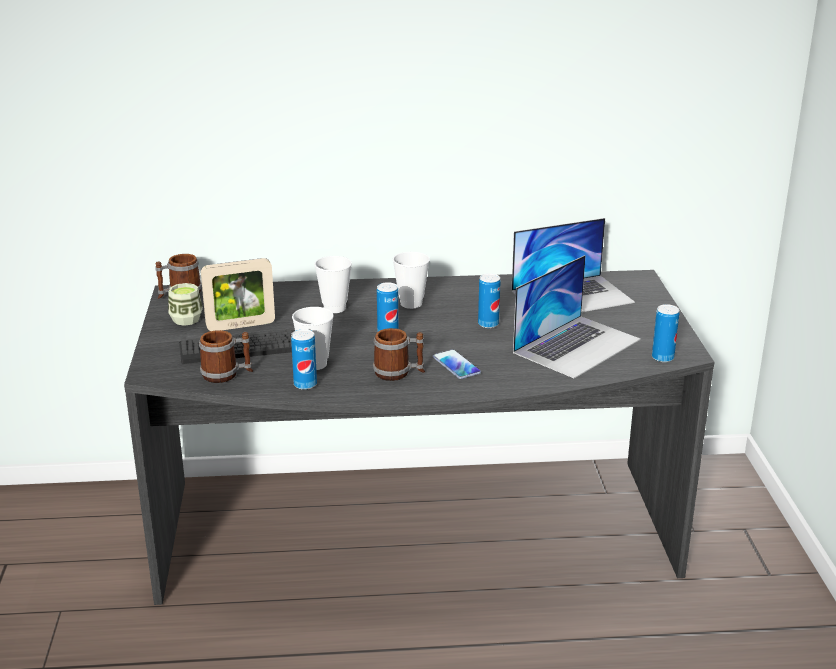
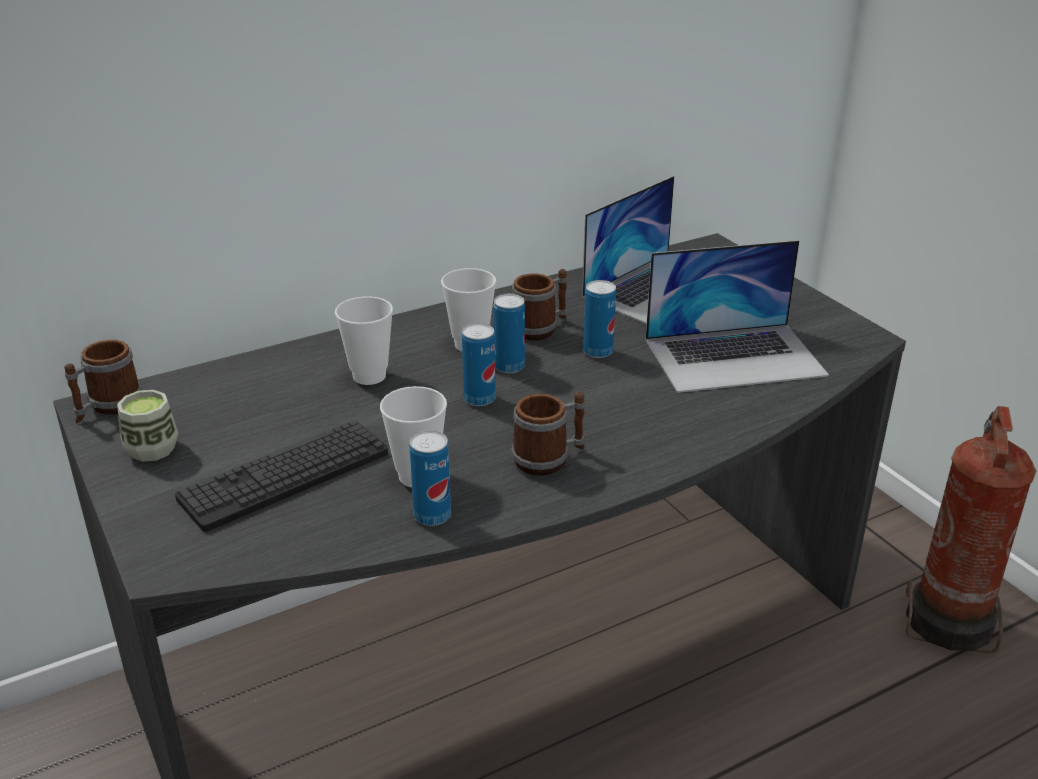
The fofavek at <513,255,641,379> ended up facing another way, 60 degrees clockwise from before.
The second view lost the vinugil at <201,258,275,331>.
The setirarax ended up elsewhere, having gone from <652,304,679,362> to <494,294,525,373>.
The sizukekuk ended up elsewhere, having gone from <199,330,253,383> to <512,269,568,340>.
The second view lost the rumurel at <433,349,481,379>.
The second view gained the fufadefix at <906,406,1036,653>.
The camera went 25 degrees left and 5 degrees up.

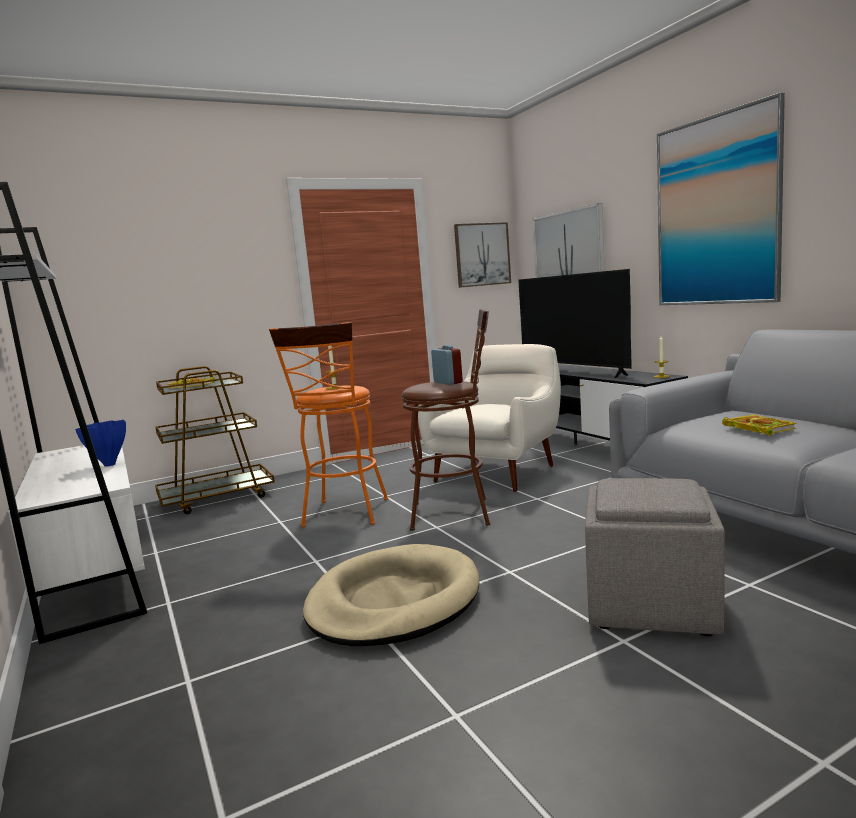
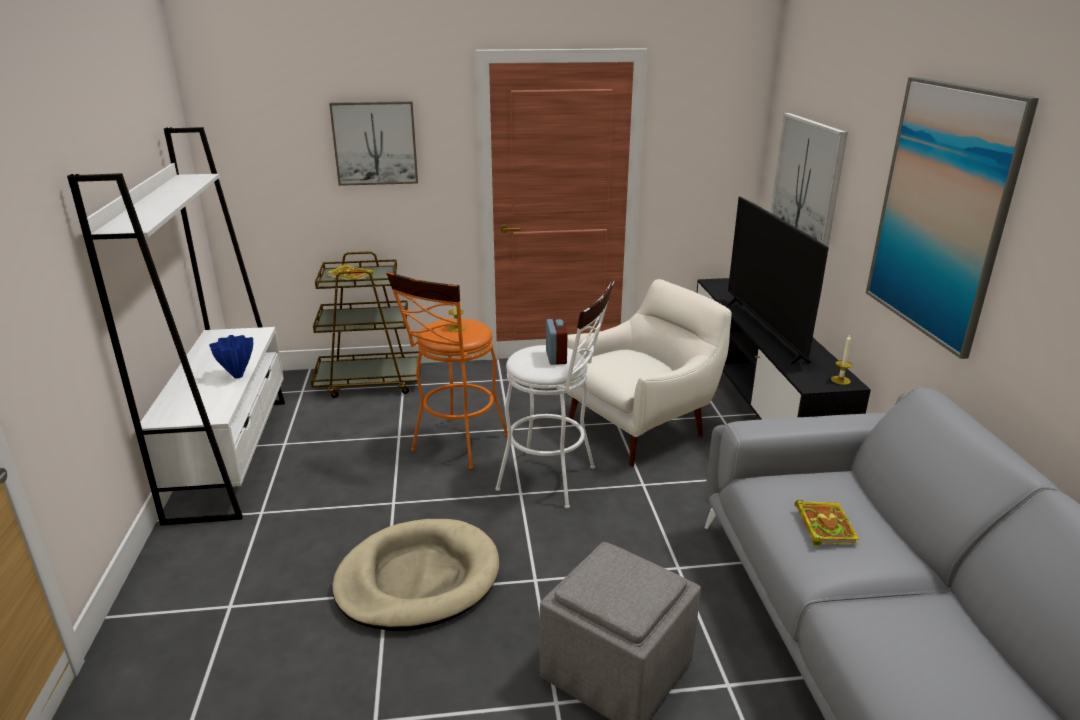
The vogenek ended up elsewhere, having gone from <454,222,511,288> to <329,101,418,186>.
What was the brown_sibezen at <402,308,490,531> turned into the white_sibezen at <495,281,614,509>.
The camera went 20 degrees right and 15 degrees up.

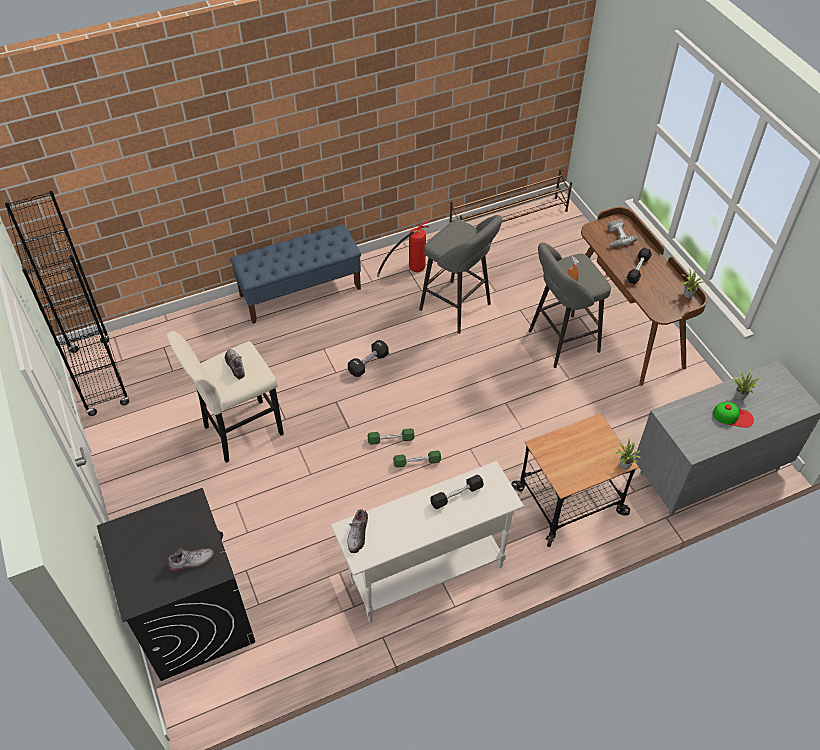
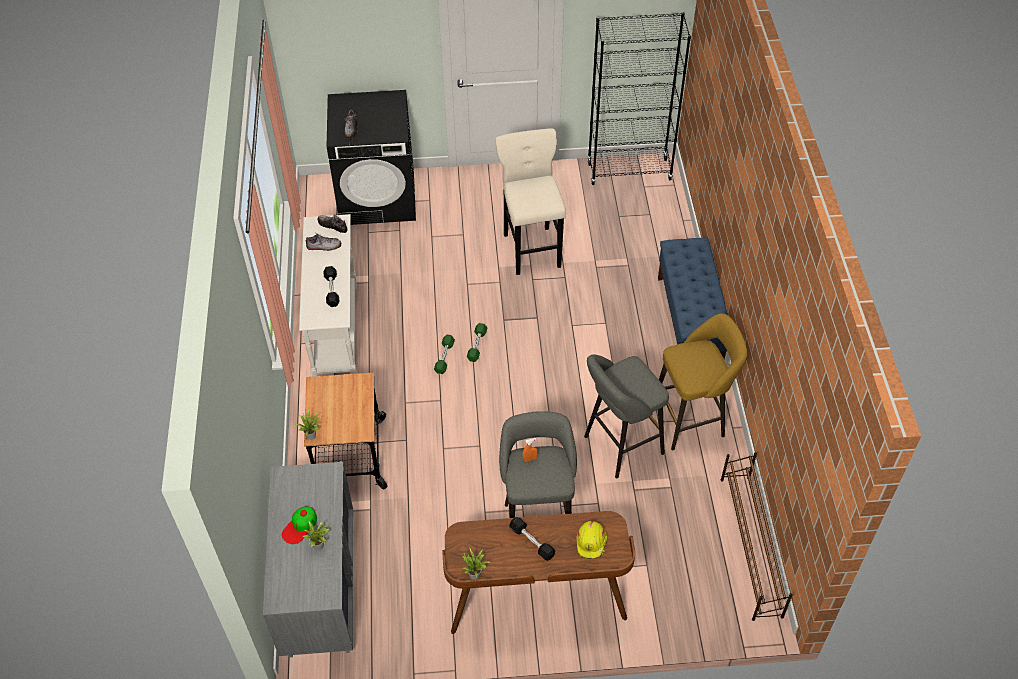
Where the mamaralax stood at <607,219,637,247>, the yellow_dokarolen came to stand at <576,521,607,559>.
Where the fufadefix stood at <377,220,430,277>, the yellow_sibezen came to stand at <659,313,748,451>.
The second view lost the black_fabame at <348,340,389,377>.
The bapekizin ended up elsewhere, having gone from <225,349,245,380> to <306,234,341,251>.
The camera went 110 degrees right and 0 degrees up.

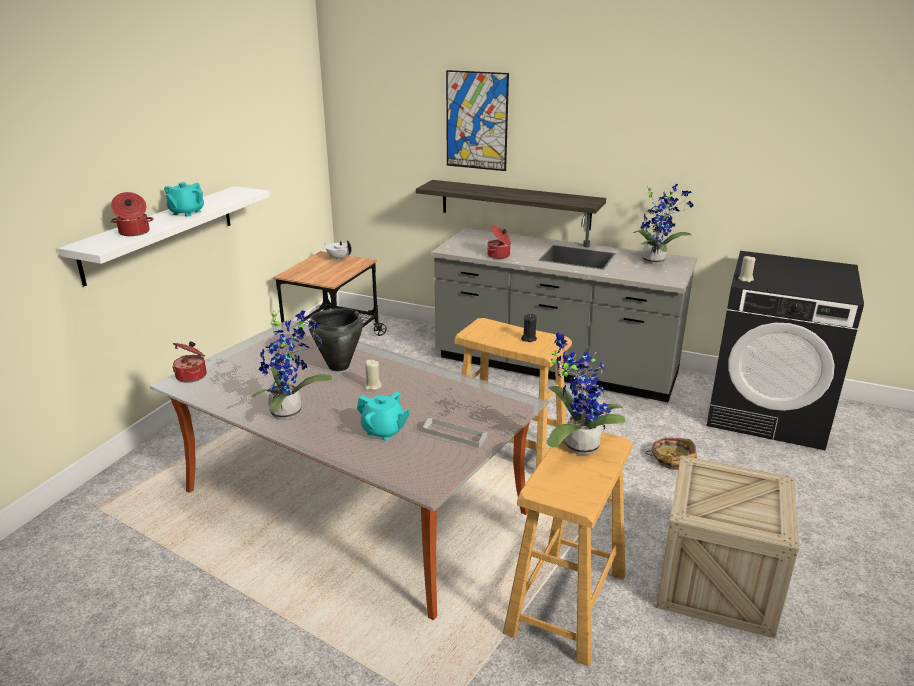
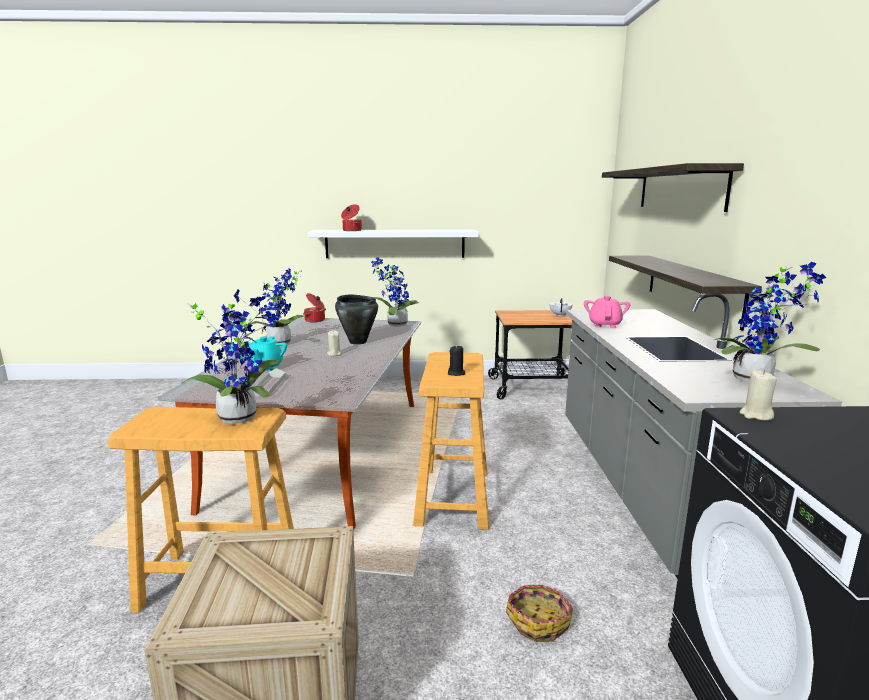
Where the vogenek hung at <446,70,509,171>, the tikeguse came to hang at <602,163,744,212>.
The second view lost the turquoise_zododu at <164,182,204,217>.
Where the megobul stood at <487,225,511,259>, the pink_zododu came to stand at <584,296,631,328>.
The second view gained the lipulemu at <371,257,419,326>.
The camera went 65 degrees right and 10 degrees down.

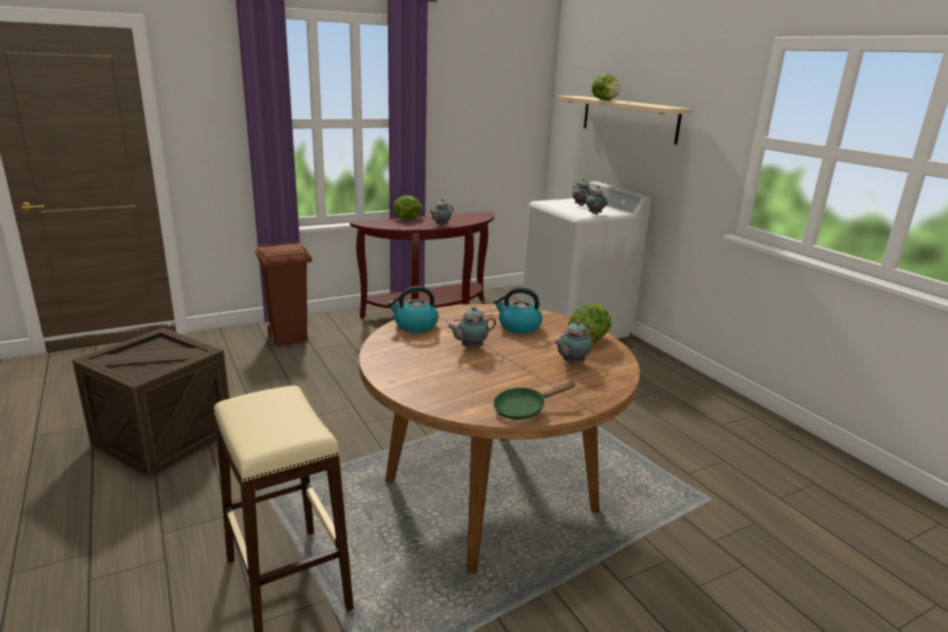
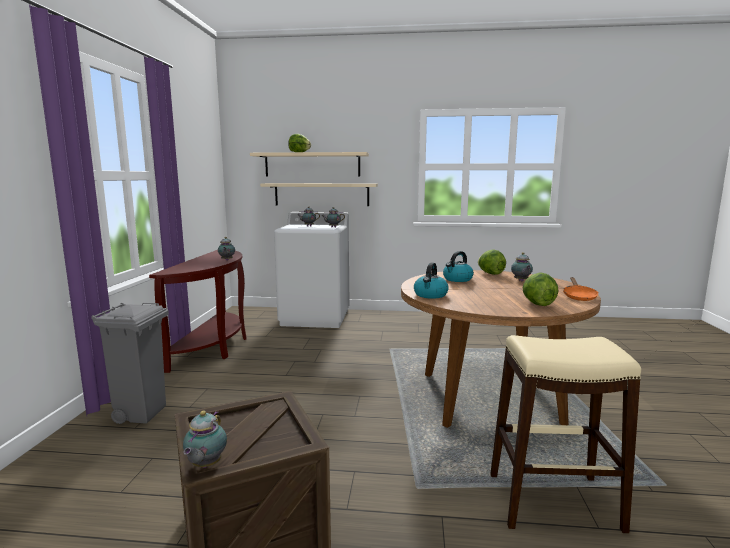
The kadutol ended up elsewhere, having gone from <393,195,422,219> to <523,273,559,306>.
What was the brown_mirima at <255,241,312,345> turned into the grey_mirima at <91,303,169,424>.
The zododu ended up elsewhere, having gone from <447,306,496,349> to <183,411,227,468>.
What was the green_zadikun at <493,382,575,420> turned into the orange_zadikun at <563,277,598,301>.
The second view gained the beige_tikeguse at <260,183,378,206>.
The camera went 55 degrees left and 10 degrees down.

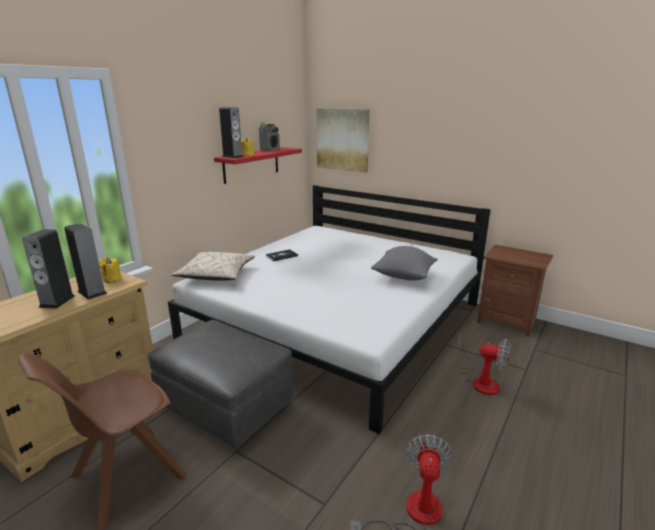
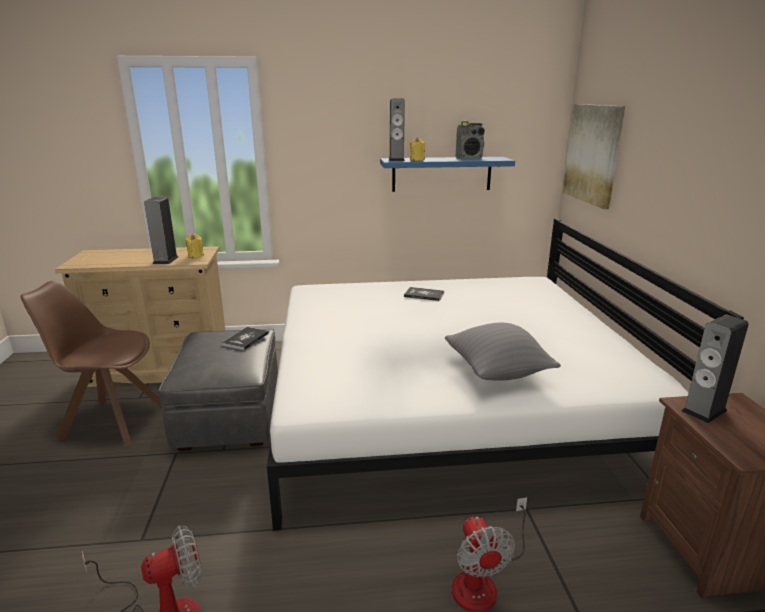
What was the red_tikeguse at <214,147,302,184> turned into the blue_tikeguse at <380,157,515,192>.
The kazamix ended up elsewhere, having gone from <22,229,75,309> to <681,315,749,424>.
The second view lost the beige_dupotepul at <171,252,255,281>.
The second view gained the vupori at <222,327,269,350>.
The camera went 50 degrees right and 0 degrees up.

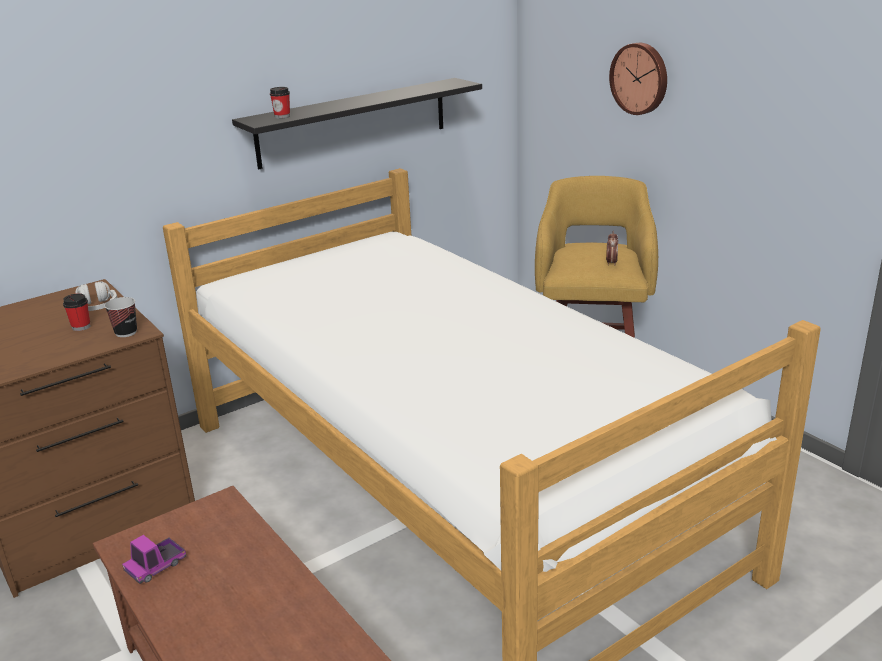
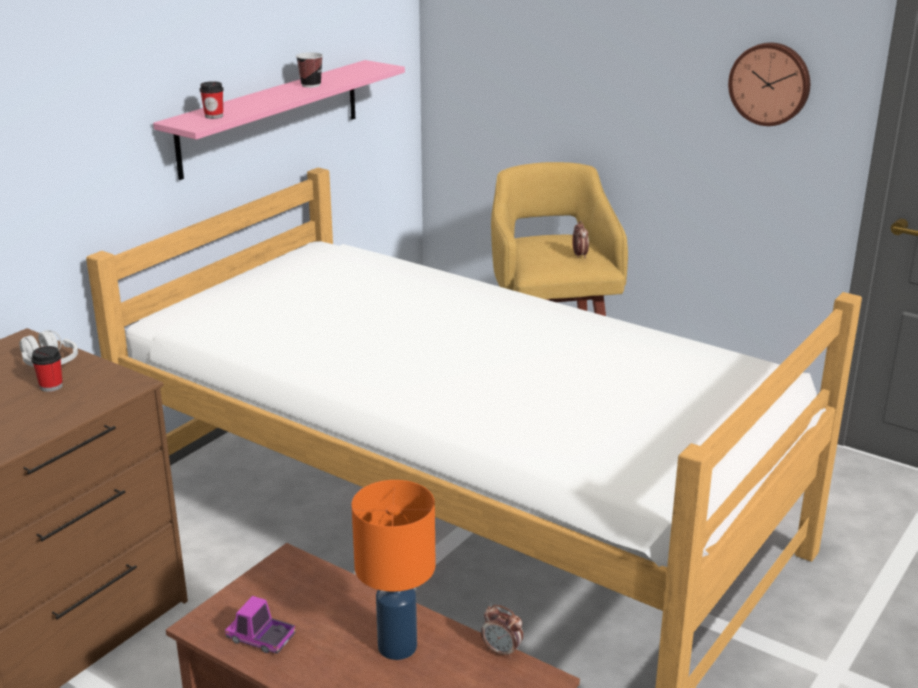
The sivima ended up elsewhere, having gone from <609,43,667,115> to <728,42,810,126>.
What was the black_tikeguse at <232,78,482,169> turned into the pink_tikeguse at <153,60,405,180>.
The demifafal ended up elsewhere, having gone from <104,297,137,337> to <296,52,323,88>.
The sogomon at <122,535,186,584> ended up facing another way, 90 degrees clockwise from before.
The second view gained the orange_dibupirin at <352,480,435,660>.
The second view gained the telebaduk at <481,605,523,659>.
The camera went 20 degrees left and 0 degrees up.

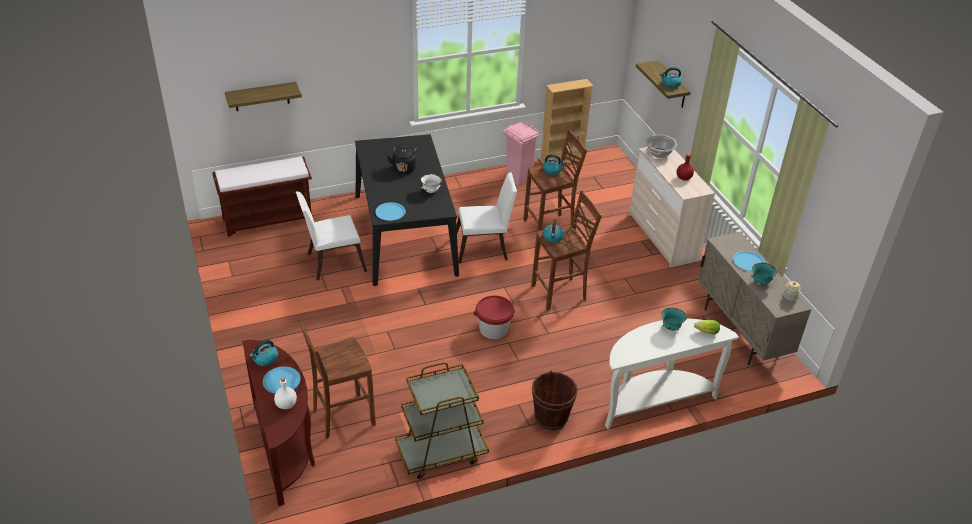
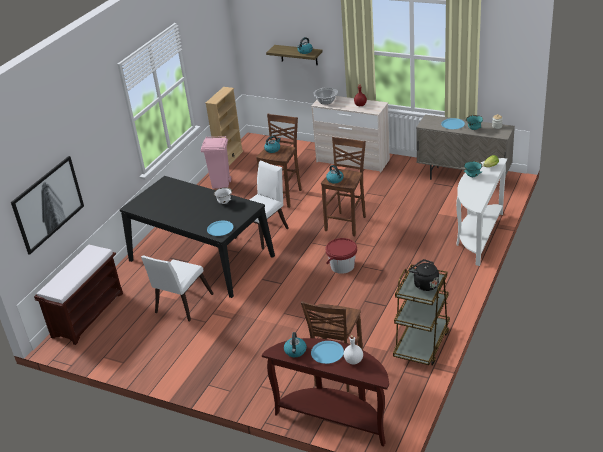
Where the tikeguse hung at <225,82,302,111>, the vogenek came to hang at <11,156,84,255>.
The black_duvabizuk ended up elsewhere, having gone from <387,146,416,174> to <409,259,439,291>.
The second view lost the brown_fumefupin at <532,371,578,430>.
The camera went 40 degrees left and 5 degrees down.

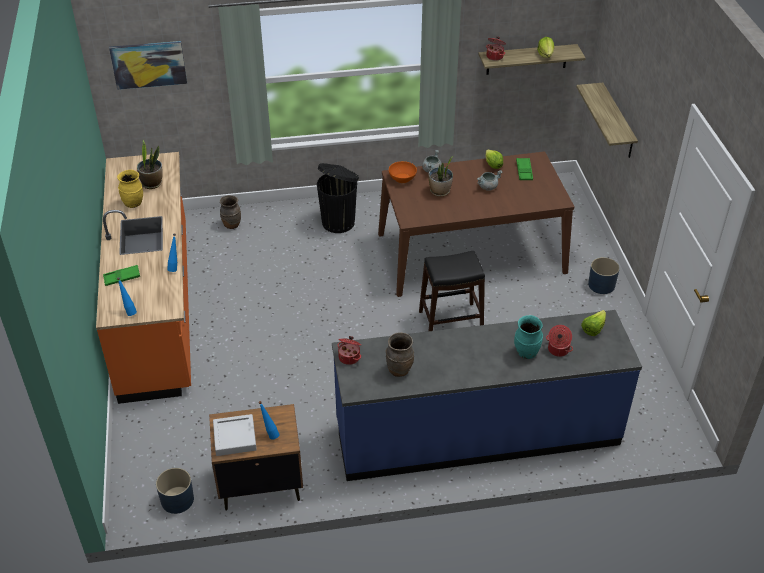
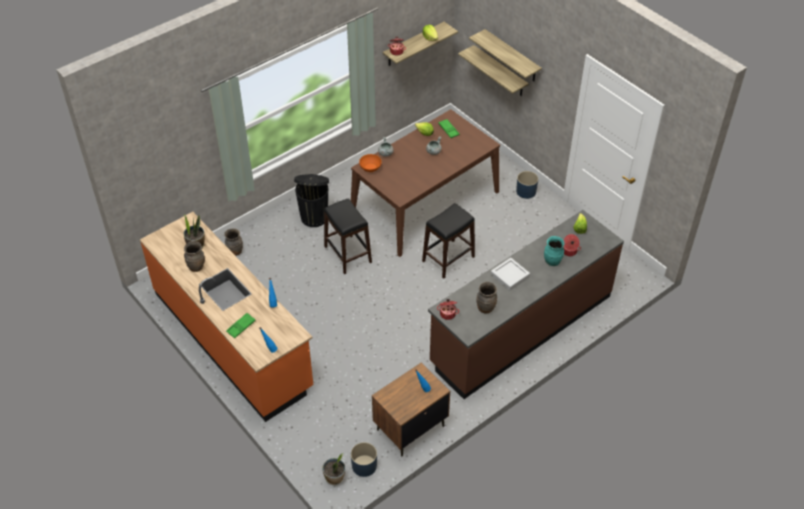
The second view lost the vogenek at <109,41,187,90>.
The lipulemu ended up elsewhere, having gone from <428,156,453,197> to <322,453,345,485>.
What was the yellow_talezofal at <117,170,143,208> turned into the brown_talezofal at <184,241,205,272>.
What was the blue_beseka at <332,310,642,481> turned into the brown_beseka at <428,210,624,399>.
The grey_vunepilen ended up elsewhere, having gone from <213,414,257,456> to <491,258,530,291>.
The second view gained the tikeguse at <469,29,542,81>.
The second view gained the black_sibezen at <324,198,372,274>.
The camera went 30 degrees left and 5 degrees up.

